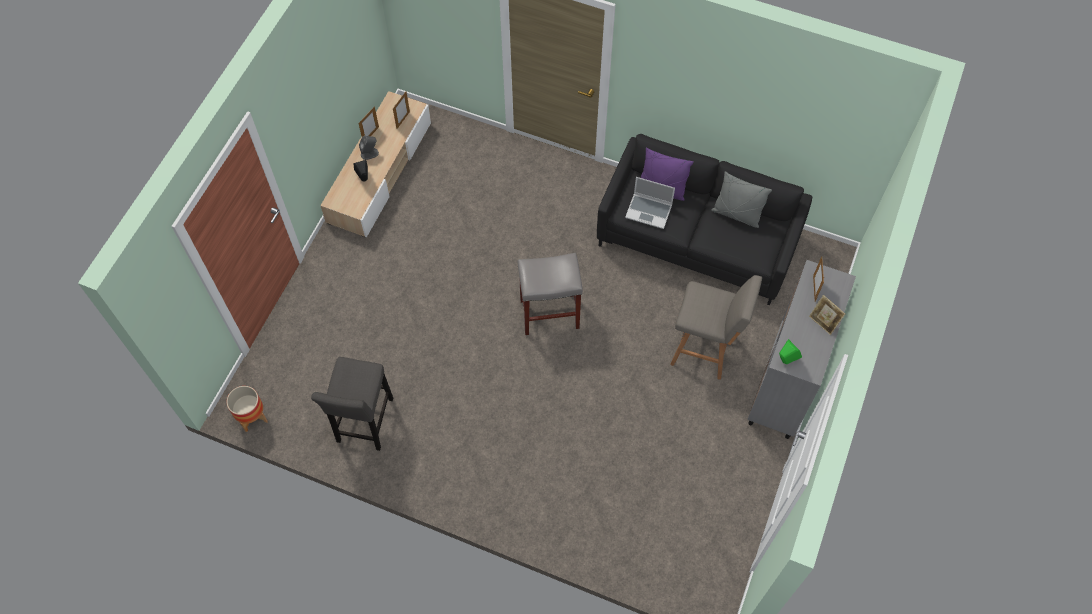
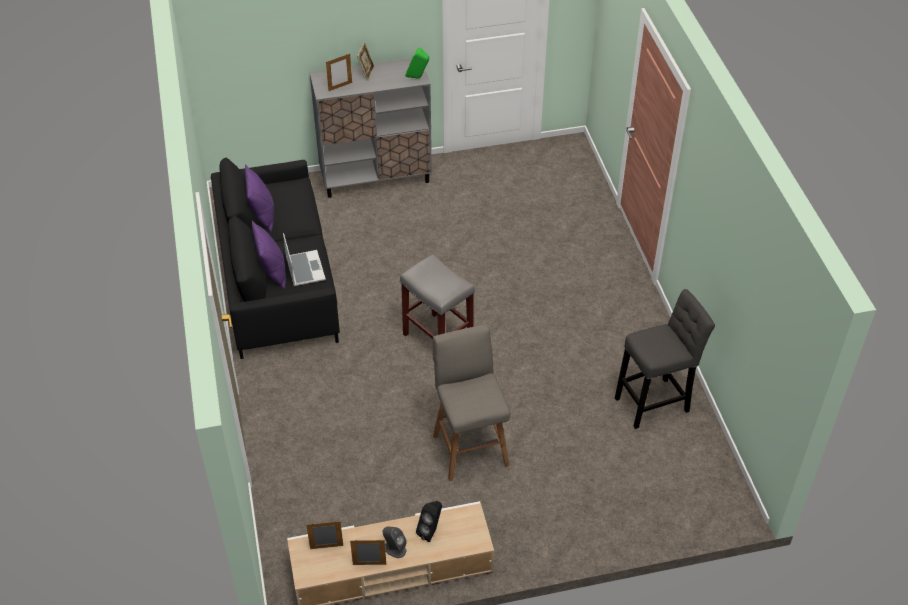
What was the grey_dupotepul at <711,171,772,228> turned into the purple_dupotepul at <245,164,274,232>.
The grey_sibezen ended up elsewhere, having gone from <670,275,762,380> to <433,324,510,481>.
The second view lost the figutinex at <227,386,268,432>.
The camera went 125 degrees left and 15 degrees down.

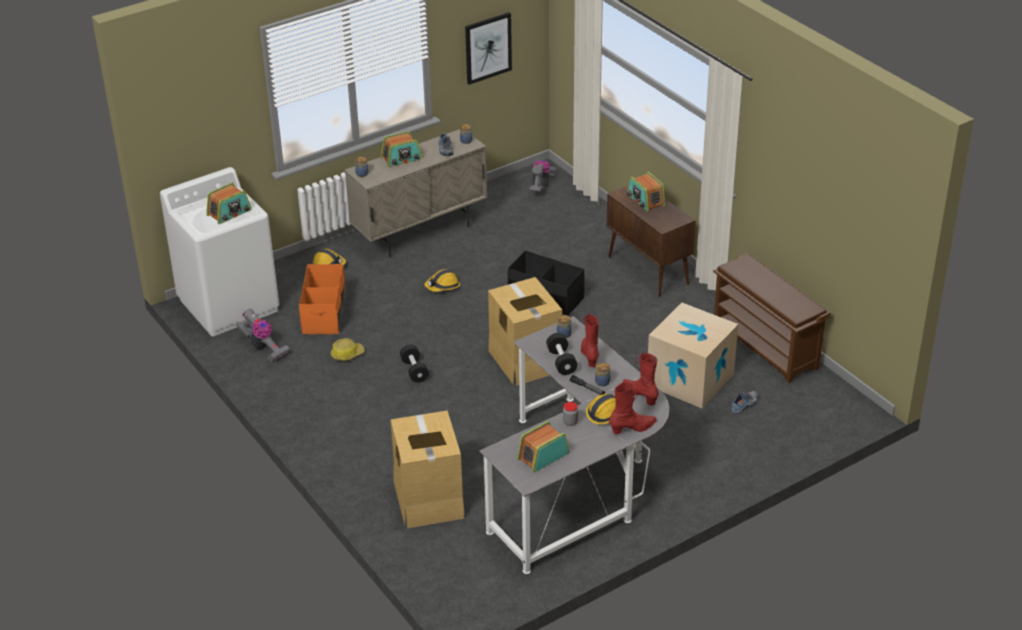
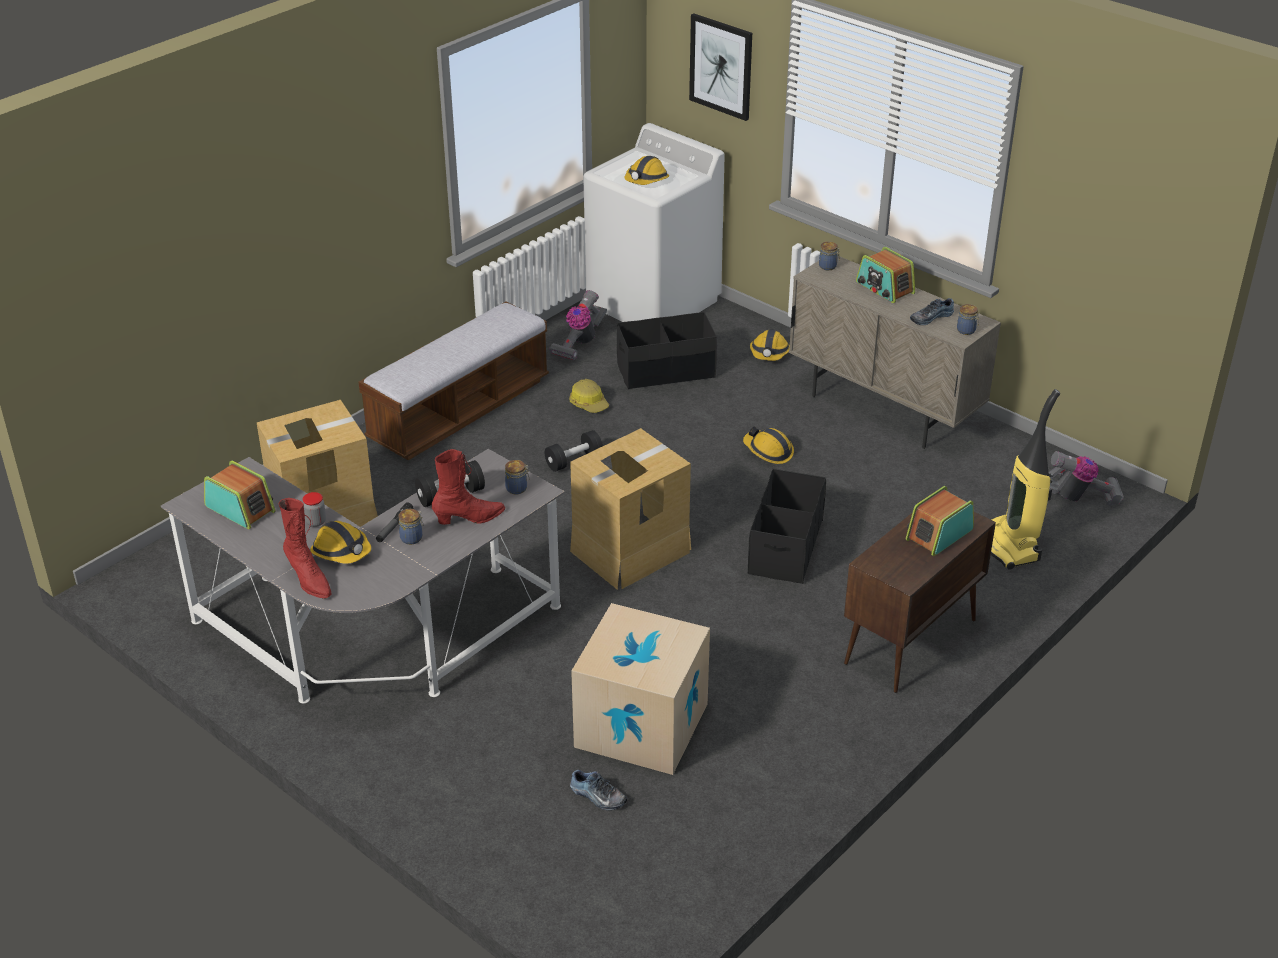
The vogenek ended up elsewhere, having gone from <465,12,512,85> to <689,14,752,121>.
Where the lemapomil stood at <206,183,252,224>, the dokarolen came to stand at <625,156,669,185>.
The second view lost the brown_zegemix at <713,253,831,383>.
What was the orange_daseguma at <299,264,346,334> turned into the black_daseguma at <617,312,717,389>.
The second view lost the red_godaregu at <623,353,659,405>.
The second view gained the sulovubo at <358,301,549,460>.
The second view gained the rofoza at <991,389,1060,570>.
The camera went 75 degrees right and 0 degrees up.

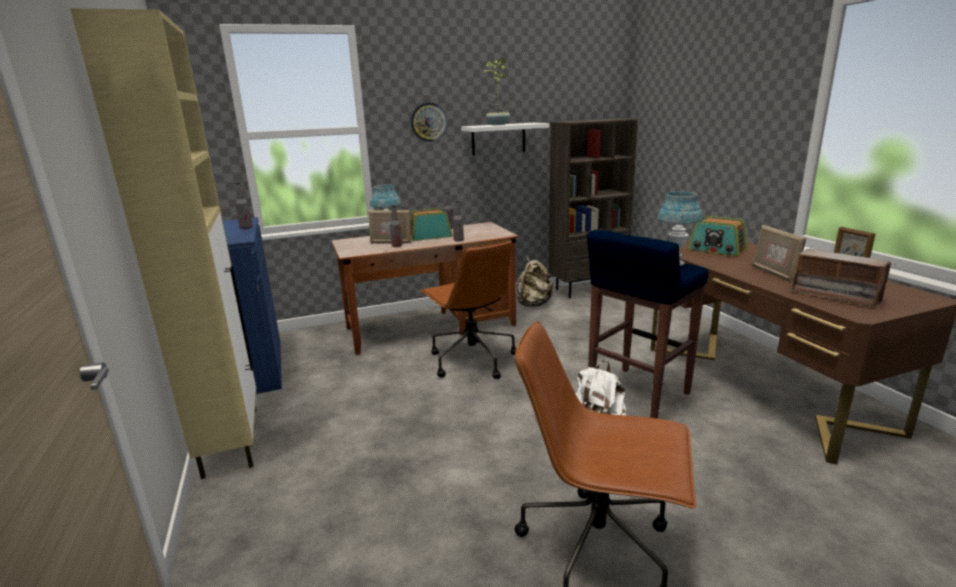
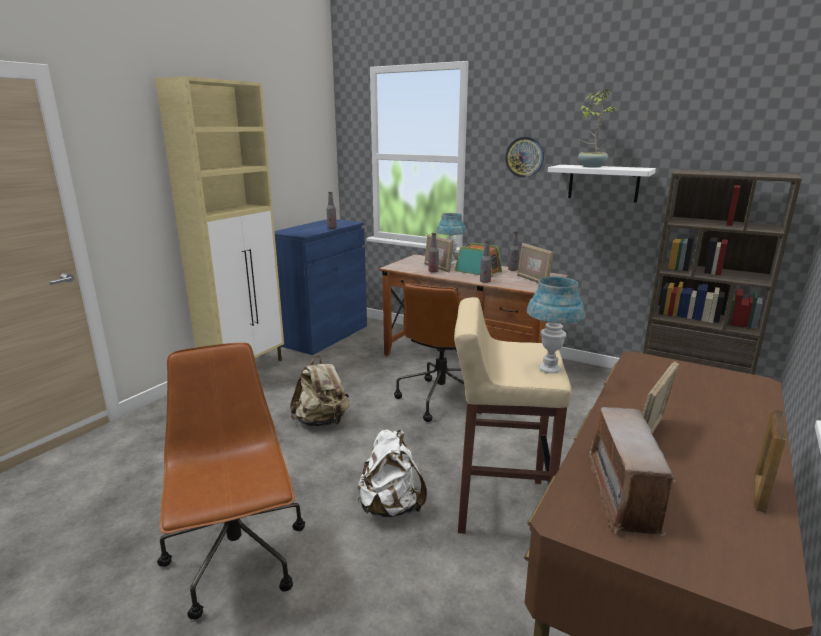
The second view lost the lemapomil at <688,216,747,256>.
What was the blue_sibezen at <587,230,709,419> turned into the beige_sibezen at <454,297,571,534>.
The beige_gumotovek ended up elsewhere, having gone from <516,256,553,307> to <290,355,350,426>.
The second view gained the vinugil at <517,243,554,283>.
The camera went 50 degrees right and 0 degrees up.

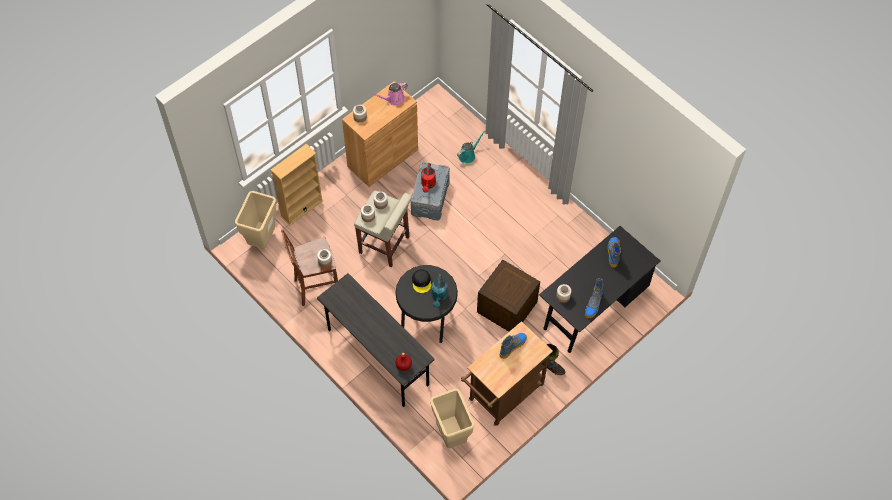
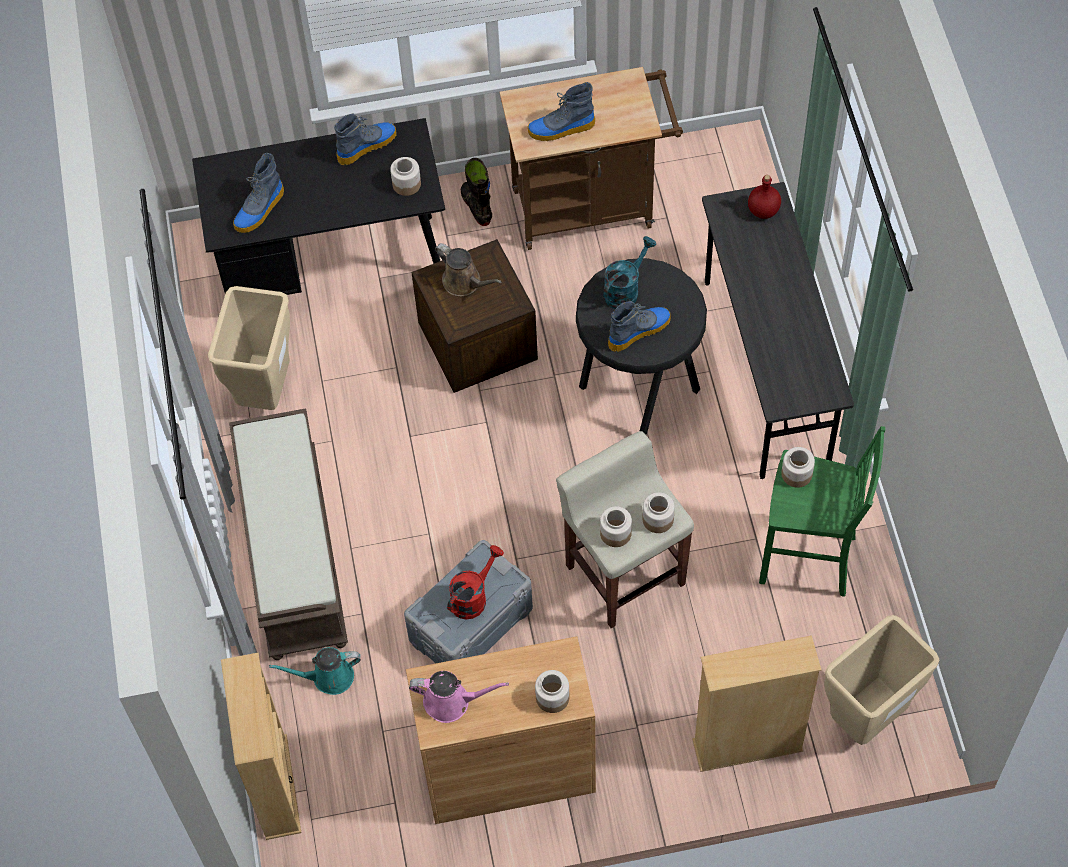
What was the brown_sibezen at <281,230,338,306> turned into the green_sibezen at <759,426,885,597>.
Where the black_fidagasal stood at <412,269,431,293>, the godaregu came to stand at <608,301,671,352>.
The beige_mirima ended up elsewhere, having gone from <430,389,474,448> to <208,286,290,410>.
The second view gained the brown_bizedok at <435,243,502,296>.
The second view gained the brown_sulovubo at <229,408,348,660>.
The second view gained the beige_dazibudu at <221,653,301,840>.
The camera went 145 degrees left and 0 degrees up.

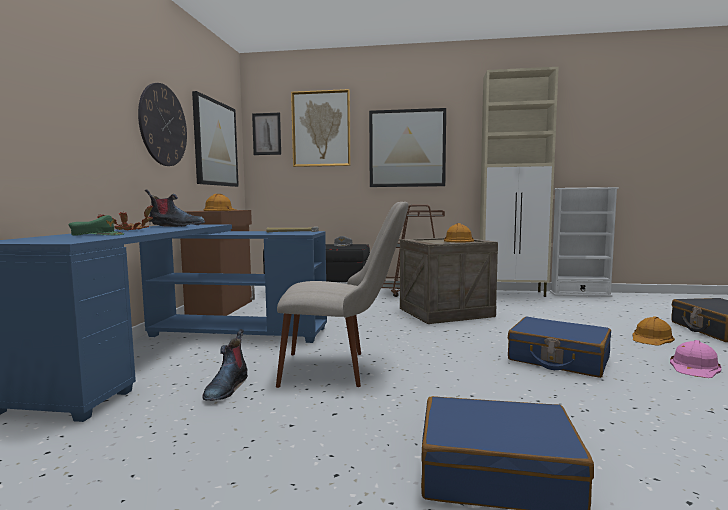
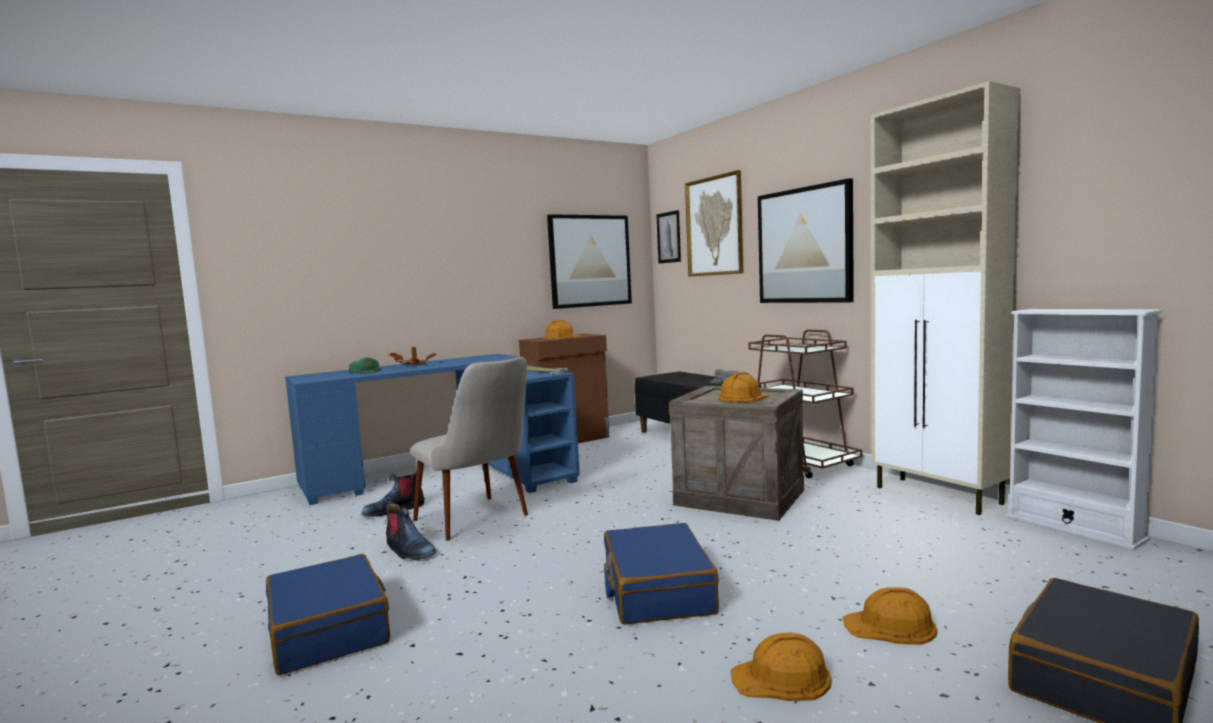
The second view lost the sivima at <138,83,187,166>.
The godaregu ended up elsewhere, having gone from <145,189,205,227> to <385,494,436,561>.
What was the pink_dokarolen at <670,340,721,378> turned into the orange_dokarolen at <730,632,832,701>.
The camera went 50 degrees right and 0 degrees up.

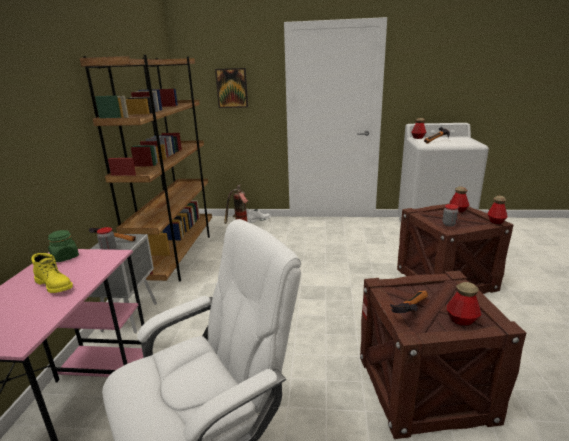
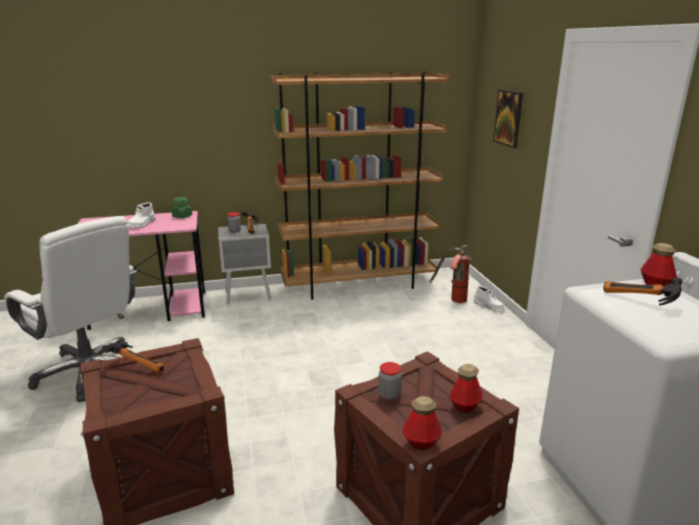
What was the yellow_godaregu at <31,253,73,293> turned into the white_godaregu at <127,202,155,228>.
The second view lost the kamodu at <447,282,481,326>.
The camera went 70 degrees right and 0 degrees up.

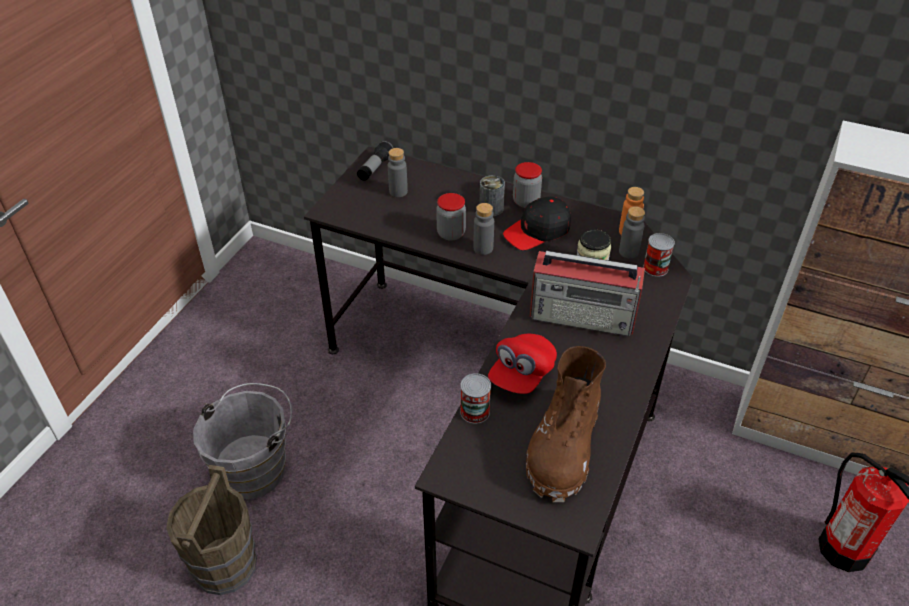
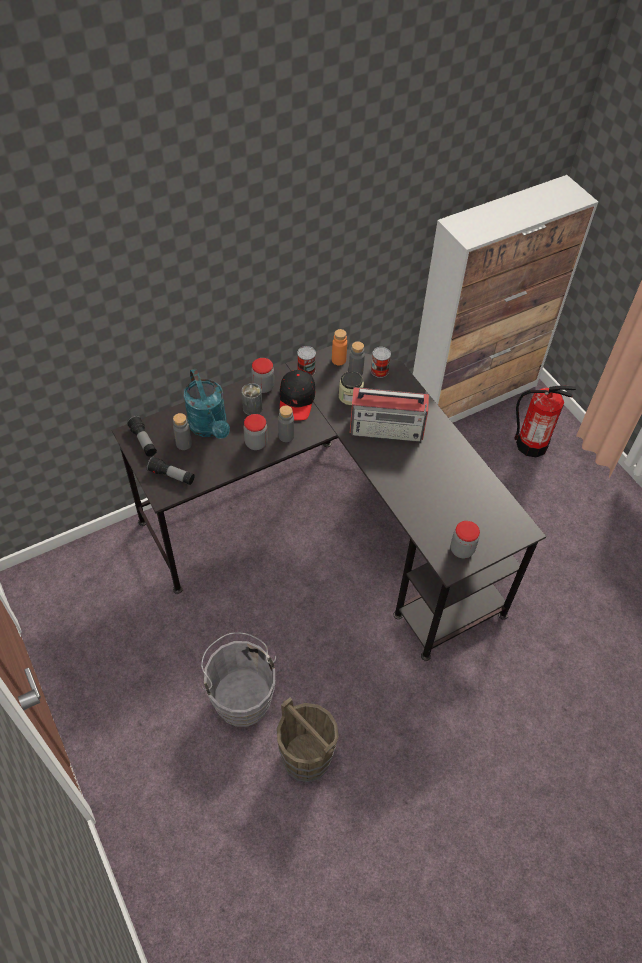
The lemapomil at <530,251,645,336> ended up facing another way, 45 degrees clockwise from before.
The second view lost the red_fidagasal at <488,334,557,394>.
The second view lost the brown_godaregu at <526,346,606,502>.
The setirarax ended up elsewhere, having gone from <460,373,491,424> to <297,346,316,376>.
The second view gained the turquoise_bizedok at <184,369,230,439>.
The second view gained the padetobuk at <147,456,195,485>.
The second view gained the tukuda at <450,521,480,559>.
The camera went 55 degrees left and 10 degrees up.

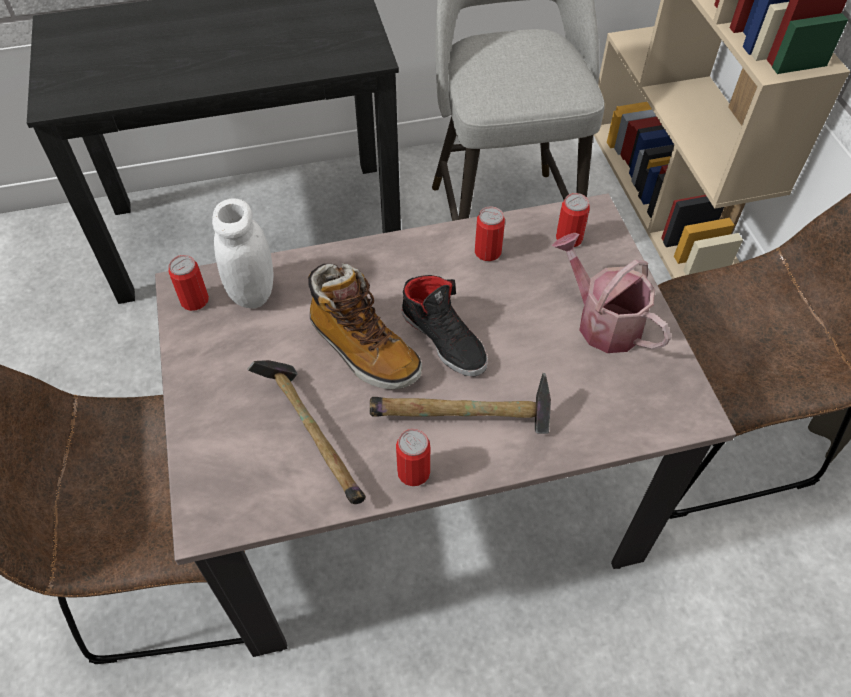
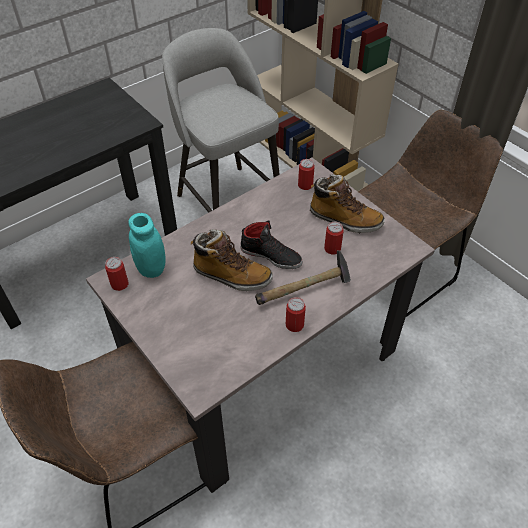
What was the white_tukuda at <212,198,274,309> turned into the turquoise_tukuda at <128,213,166,278>.
The setirarax ended up elsewhere, having gone from <475,207,505,261> to <324,222,344,255>.
Where the bizedok stood at <552,233,671,353>, the godaregu came to stand at <310,174,385,233>.
The second view lost the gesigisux at <247,360,366,504>.
The camera went 25 degrees left and 5 degrees down.

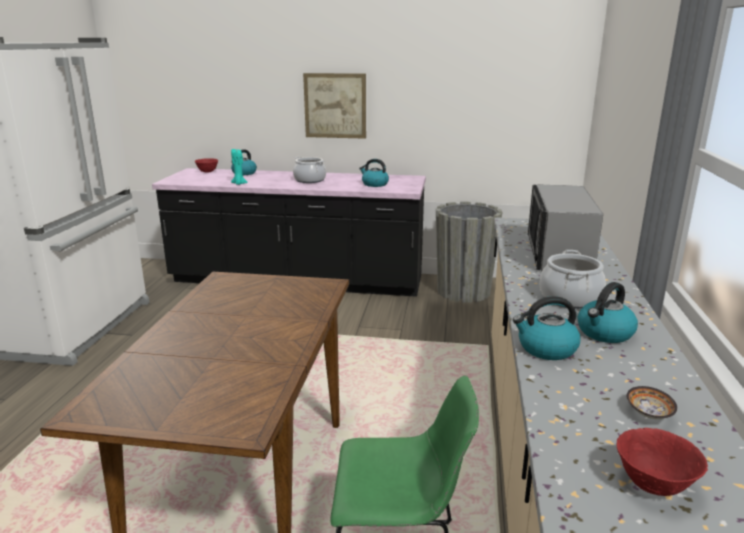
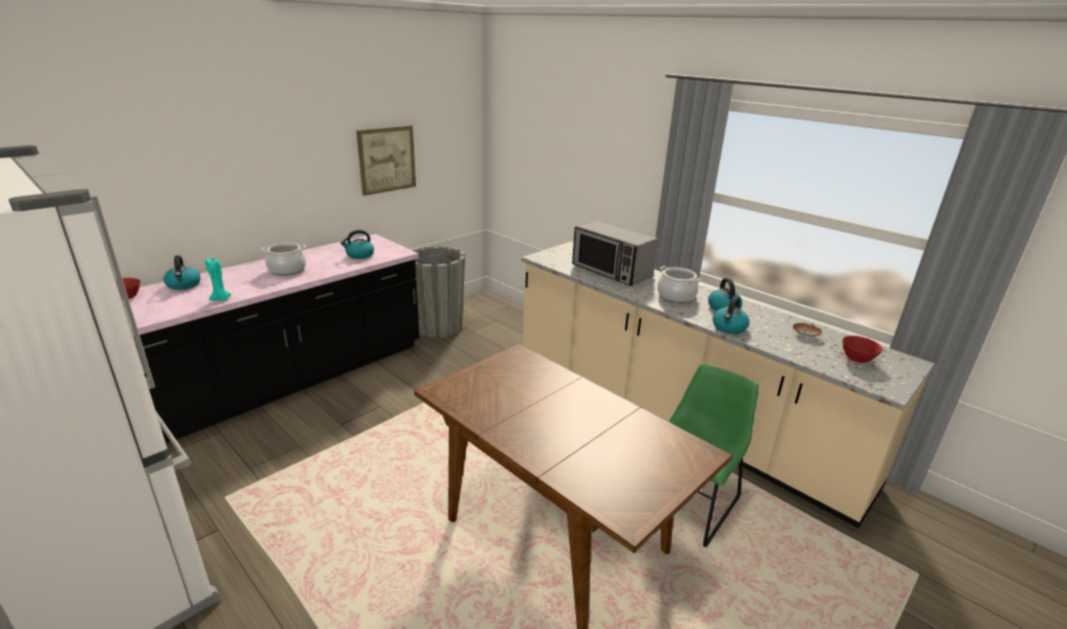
The vogenek ended up elsewhere, having gone from <303,73,366,139> to <356,125,416,196>.
The camera went 55 degrees left and 5 degrees up.

